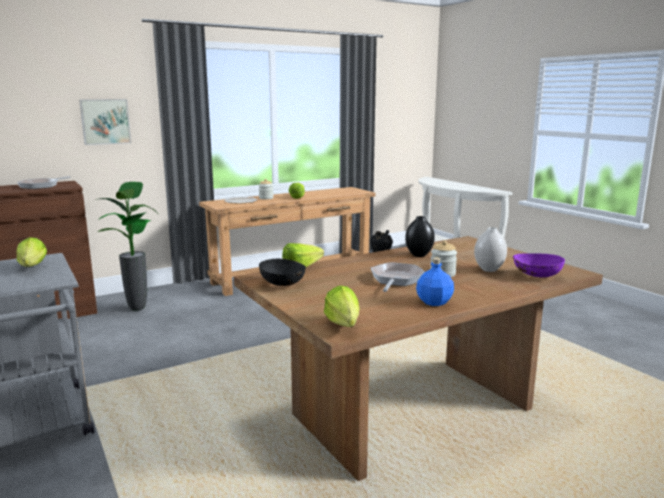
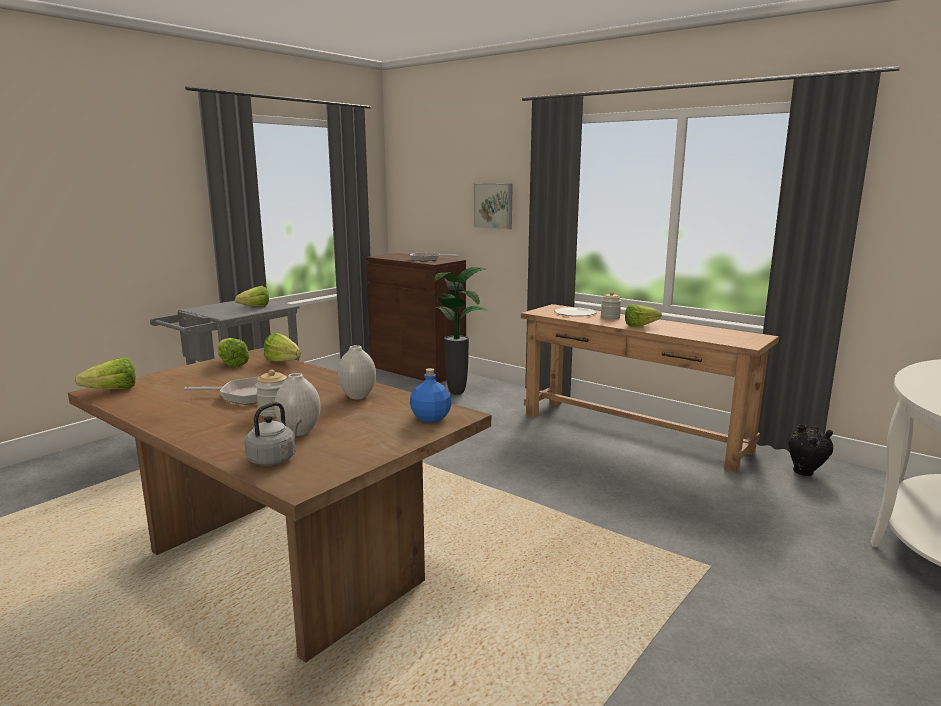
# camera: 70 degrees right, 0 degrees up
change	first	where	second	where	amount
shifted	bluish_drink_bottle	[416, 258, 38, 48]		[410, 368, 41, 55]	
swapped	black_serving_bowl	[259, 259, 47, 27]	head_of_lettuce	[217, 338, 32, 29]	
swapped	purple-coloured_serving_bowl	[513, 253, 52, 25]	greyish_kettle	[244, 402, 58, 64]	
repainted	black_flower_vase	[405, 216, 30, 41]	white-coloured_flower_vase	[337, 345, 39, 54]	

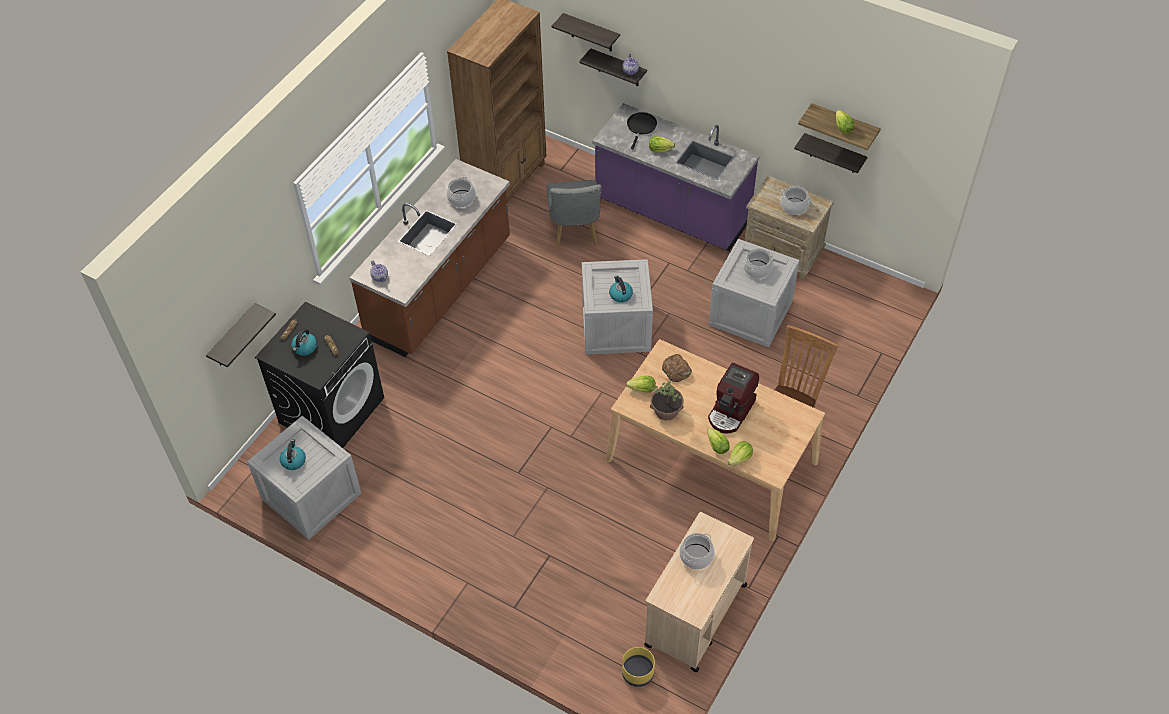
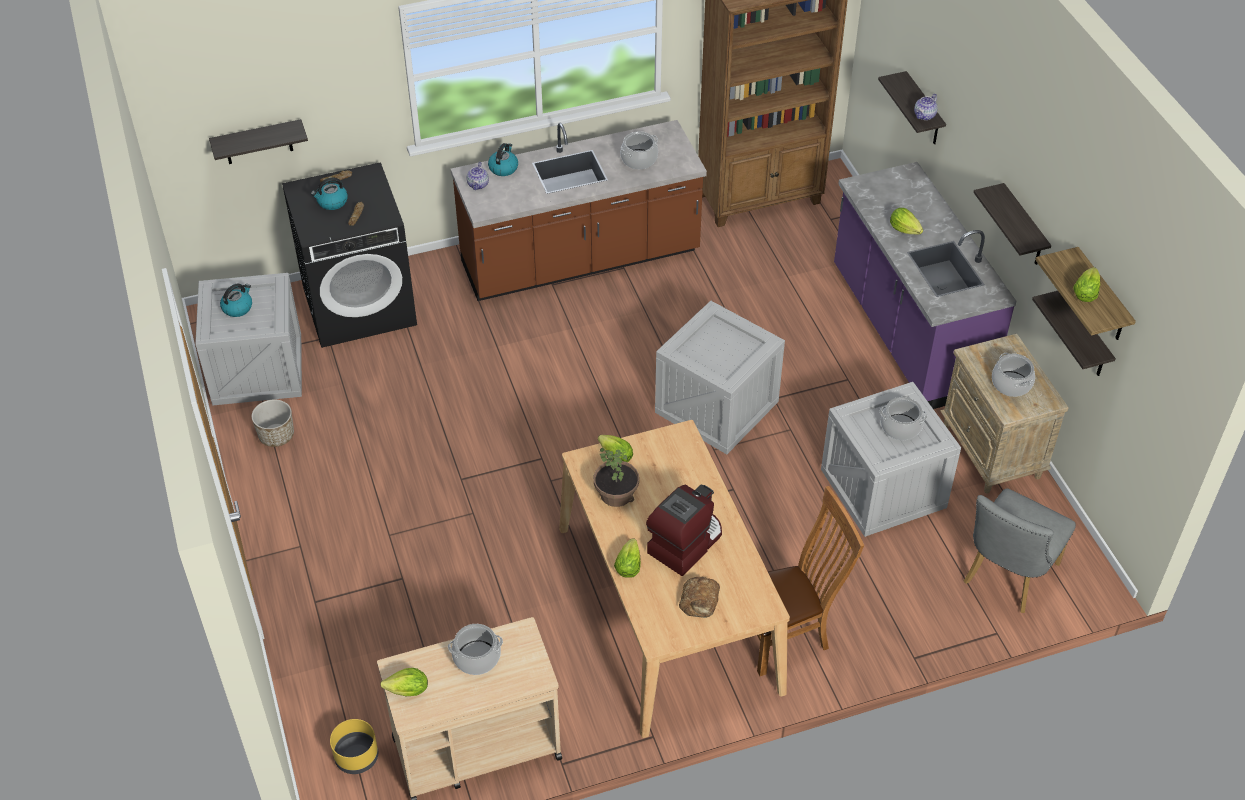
# camera: 40 degrees right, 5 degrees down
change	first	where	second	where	amount
gone	black_frying_pan	[627, 112, 30, 37]			
new			planter	[251, 399, 43, 48]	
shifted	greyish_chair	[547, 180, 55, 69]		[964, 488, 112, 125]	
shifted	wall_shelf	[552, 13, 68, 38]		[973, 183, 78, 82]	
shifted	kettle	[609, 276, 24, 26]		[488, 143, 30, 33]	
shifted	bakery_bread	[662, 354, 30, 28]		[679, 577, 41, 41]	
shifted	head_of_lettuce	[728, 441, 25, 24]		[380, 668, 48, 28]	
rotated	coffee_machine	[708, 363, 51, 71]		[646, 484, 76, 92]	150 degrees clockwise

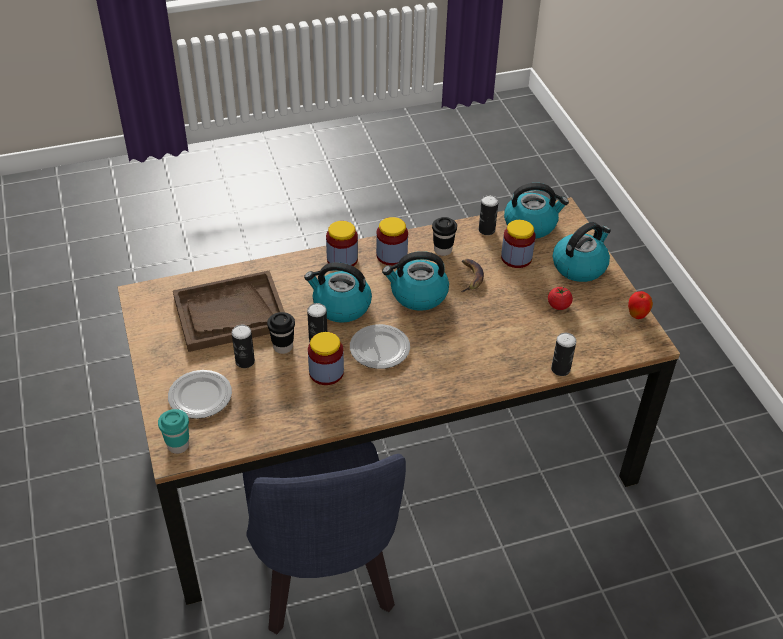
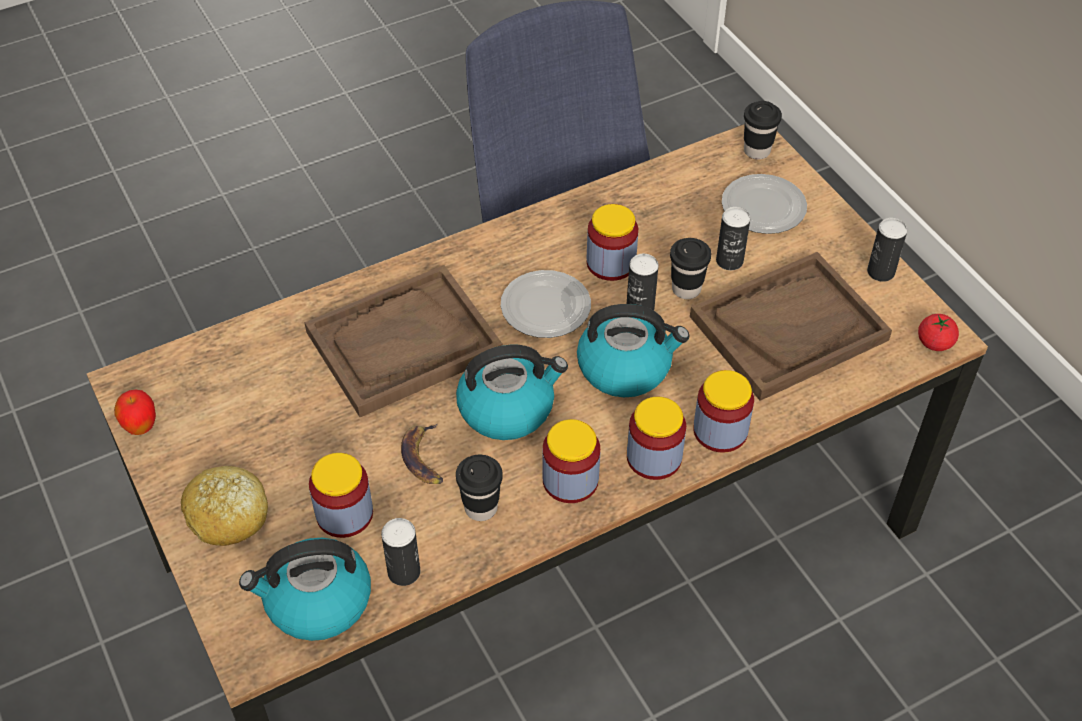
# camera: 170 degrees right, 5 degrees up
change	first	where	second	where	amount
new			brown-coloured_serving_tray	[305, 265, 198, 152]	
new			jar	[693, 370, 61, 83]	
shifted	whole_tomato	[548, 287, 25, 23]		[918, 314, 41, 37]	
shifted	sealed_can	[551, 333, 25, 43]		[867, 218, 40, 64]	
swapped	kettle	[553, 222, 58, 60]	bakery_bread	[181, 466, 87, 80]	
repainted	turquoise_small_cup	[158, 409, 31, 45]	black_small_cup	[744, 101, 38, 59]	

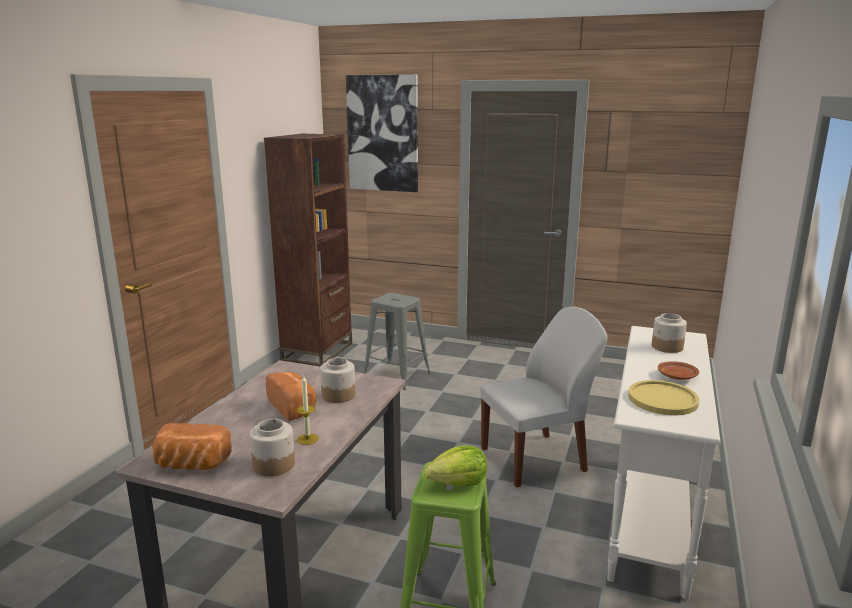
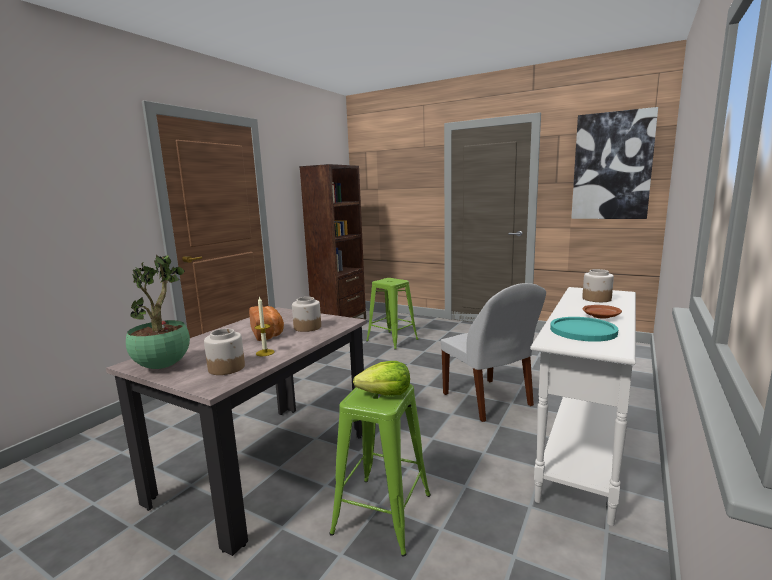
# camera: 10 degrees right, 5 degrees down
change	first	where	second	where	amount
shifted	wall_picture	[346, 75, 72, 117]		[571, 107, 87, 112]	
swapped	bakery_bread	[152, 423, 80, 47]	plant_in_a_pot	[126, 255, 64, 114]	
repainted	greyish_stool	[363, 293, 68, 97]	green-coloured_stool	[366, 278, 52, 72]	
repainted	yellow_dinner_plate	[628, 380, 71, 35]	turquoise_dinner_plate	[550, 317, 68, 25]	
rotated	white-coloured_chair	[481, 307, 127, 180]		[441, 283, 105, 139]	75 degrees clockwise

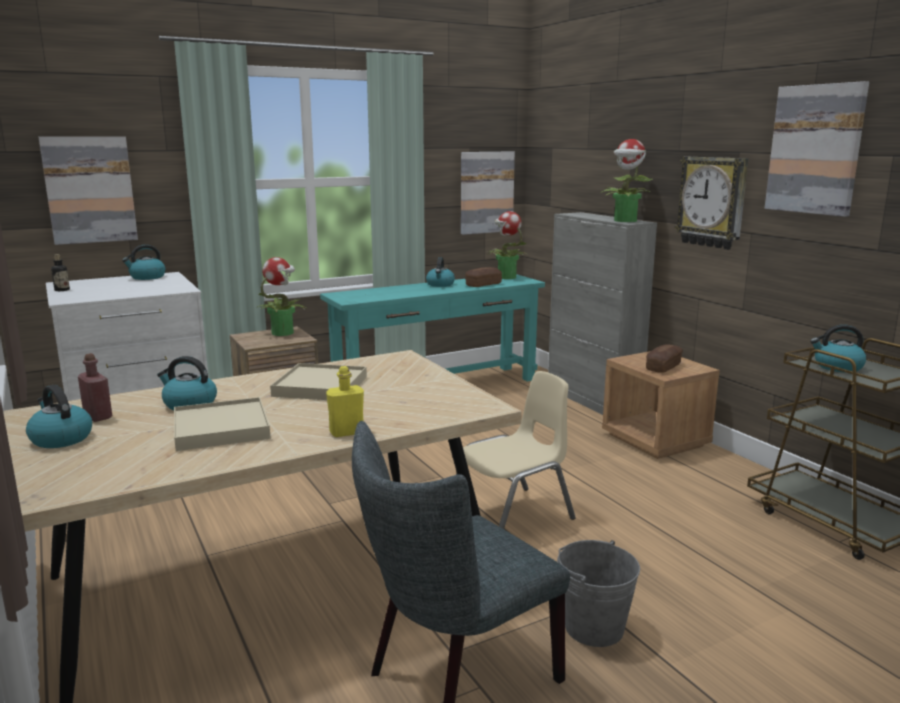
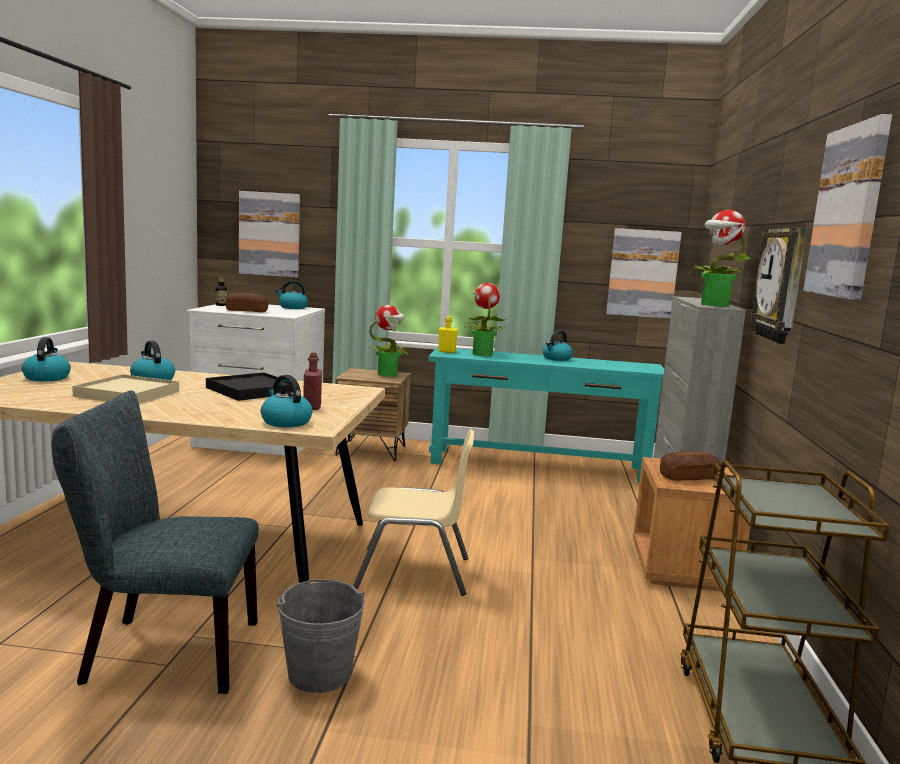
# camera: 35 degrees right, 5 degrees down
change	first	where	second	where	amount
shifted	reddish_drink_bottle	[78, 353, 34, 69]		[303, 352, 19, 58]	
shifted	yellow_drink_bottle	[326, 366, 38, 71]		[438, 316, 20, 37]	
shifted	bakery_bread	[465, 267, 37, 20]		[226, 293, 43, 19]	
shifted	plant_in_a_pot	[487, 211, 41, 68]		[465, 283, 39, 73]	
shifted	kettle	[810, 324, 56, 48]		[261, 375, 52, 53]	
repainted	sand-coloured_serving_tray	[270, 363, 97, 37]	black_serving_tray	[206, 372, 87, 29]	

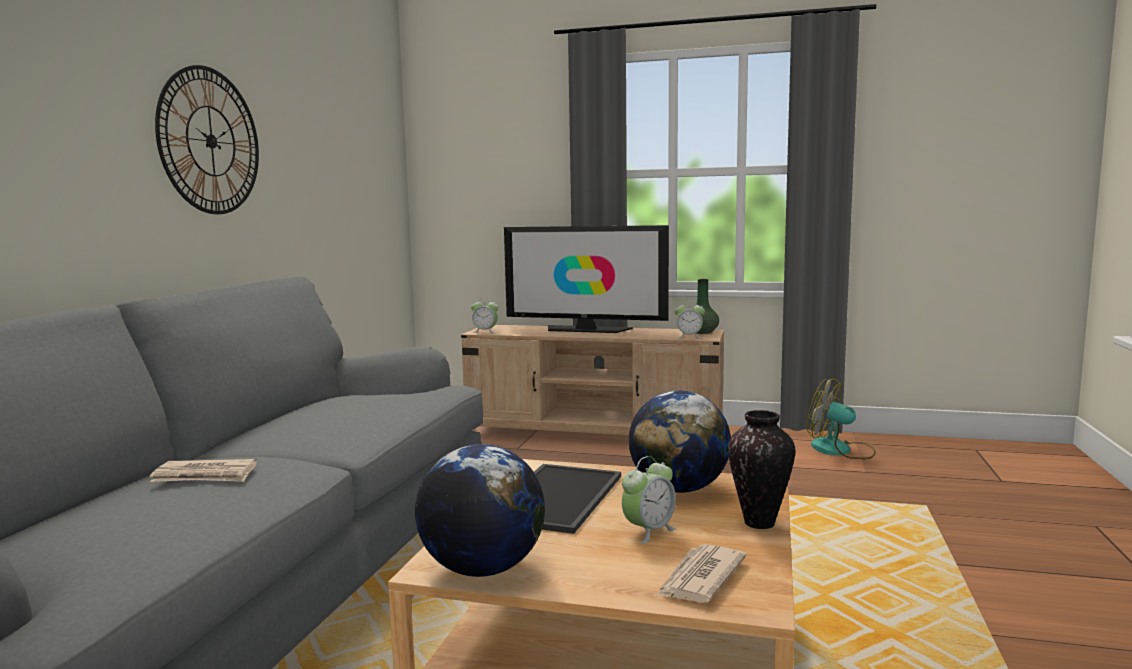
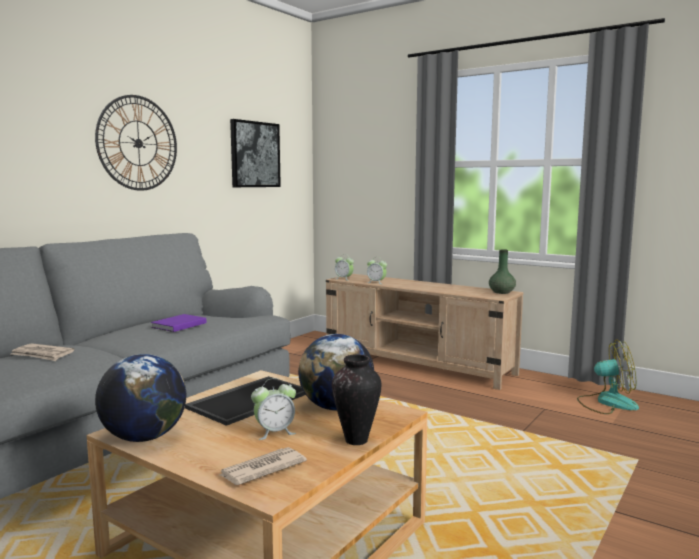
# camera: 20 degrees right, 0 degrees up
change	first	where	second	where	amount
gone	TV	[504, 225, 165, 108]			
new			purple-coloured_bound_book	[151, 314, 55, 18]	
new			wall_picture	[230, 119, 51, 68]	
shifted	alarm_clock	[675, 300, 30, 38]		[367, 259, 20, 25]	
rotated	electric_fan	[806, 378, 70, 81]		[577, 339, 62, 75]	135 degrees clockwise

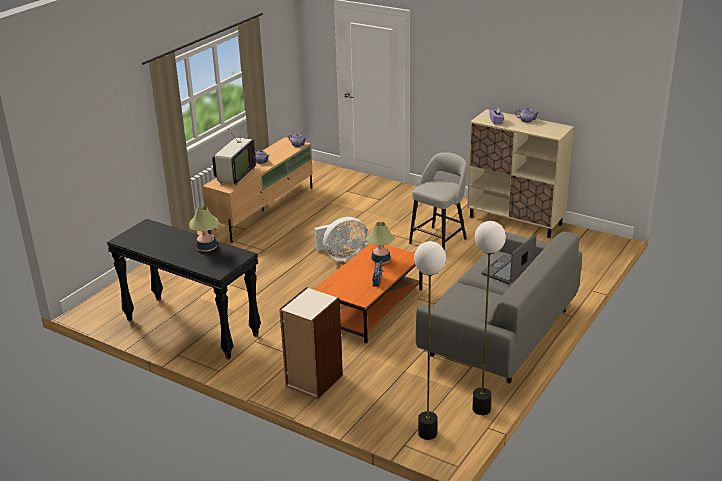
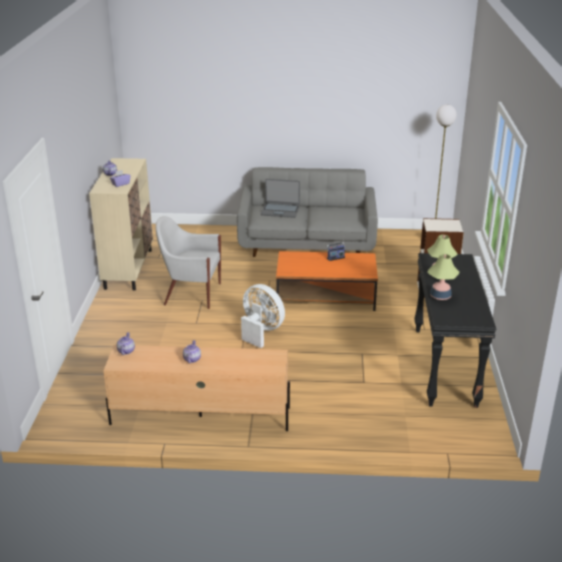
# camera: 120 degrees left, 0 degrees up
change	first	where	second	where	amount
gone	TV	[212, 116, 44, 70]			
gone	standard_lamp	[472, 221, 34, 194]			
shifted	tabletop_lamp	[366, 222, 29, 42]		[427, 254, 32, 46]	
swapped	greyish_stool	[409, 152, 58, 99]	white-coloured_armchair	[156, 216, 65, 93]	

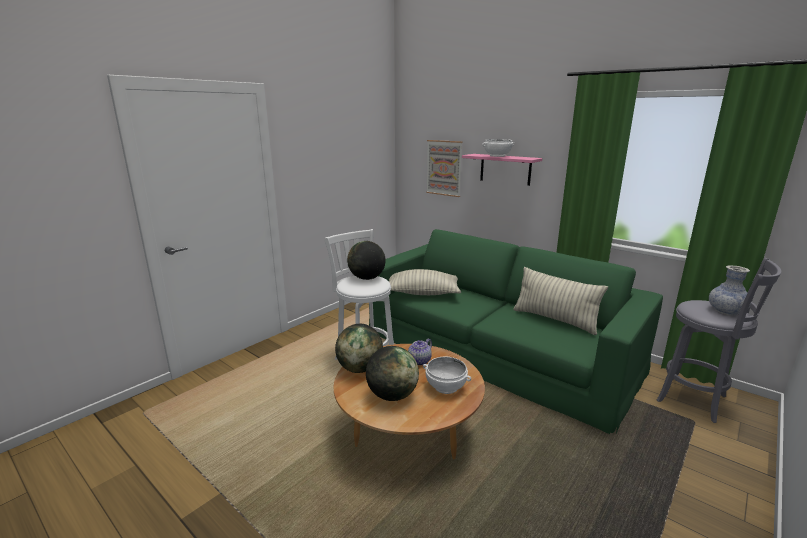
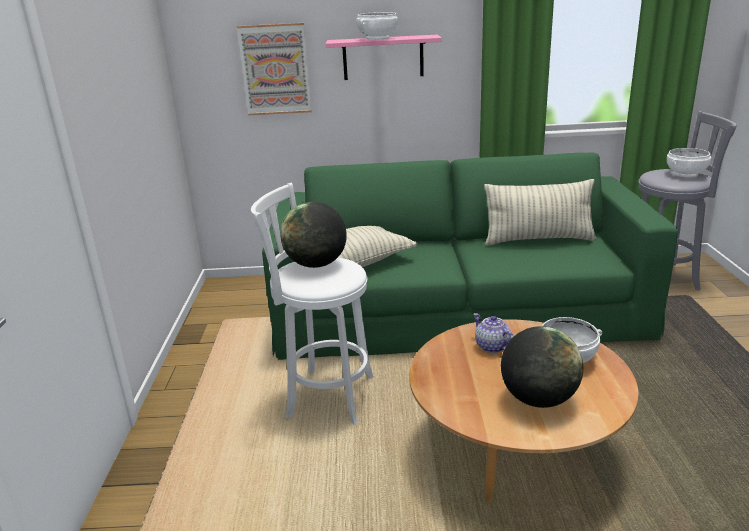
# camera: 40 degrees left, 5 degrees up
change	first	where	second	where	amount
gone	globe	[335, 324, 48, 49]			
swapped	flower_vase	[709, 265, 42, 50]	white-coloured_serving_bowl	[667, 148, 44, 30]	
rotated	teapot	[408, 338, 24, 27]		[473, 313, 41, 40]	150 degrees clockwise

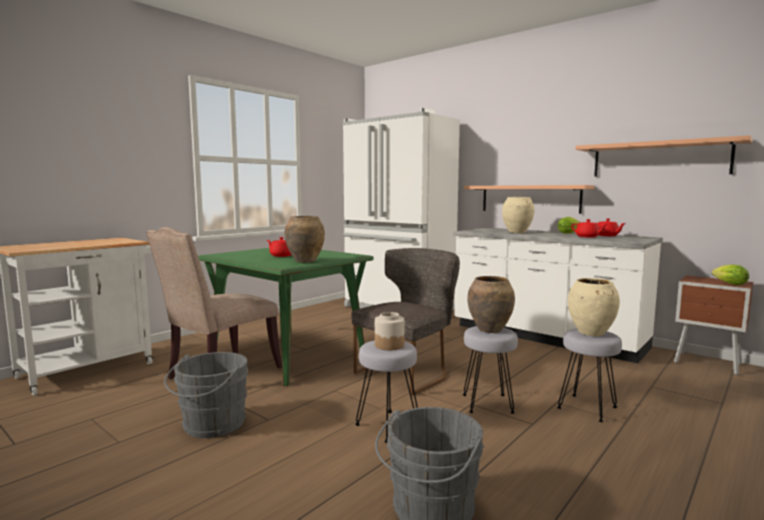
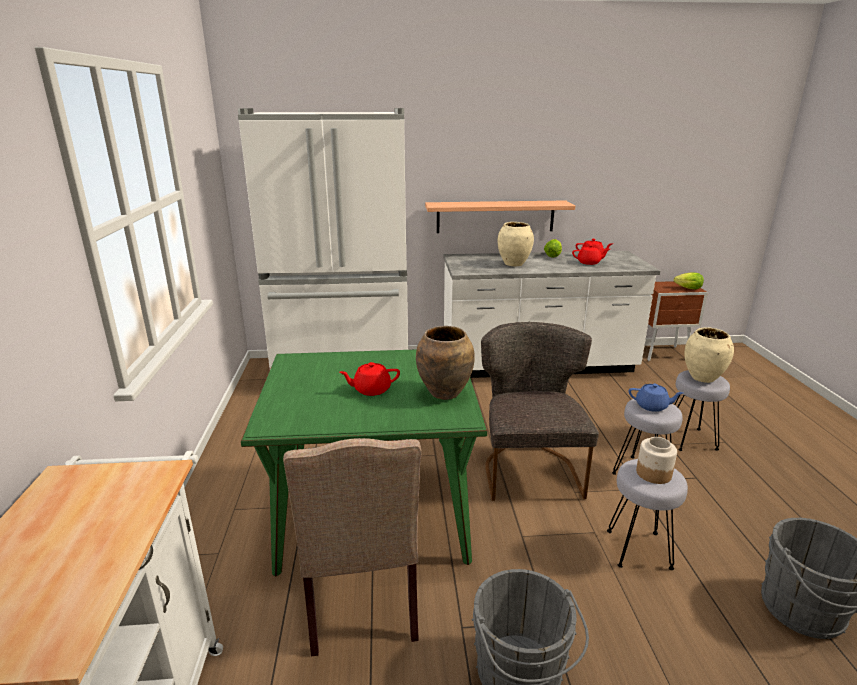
# camera: 45 degrees left, 15 degrees up
change	first	where	second	where	amount
gone	wall_shelf	[576, 135, 177, 42]			
swapped	brown-coloured_flower_vase	[467, 276, 48, 57]	bluish_teapot	[629, 384, 54, 28]	

